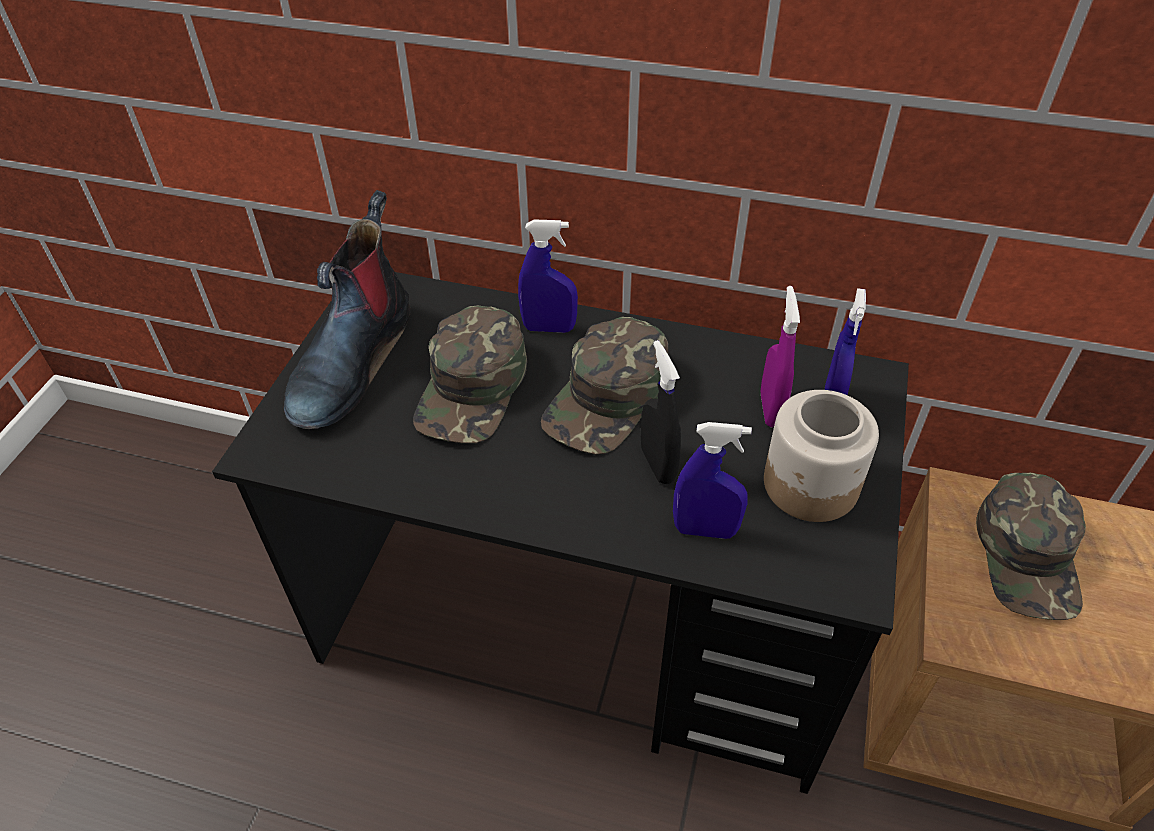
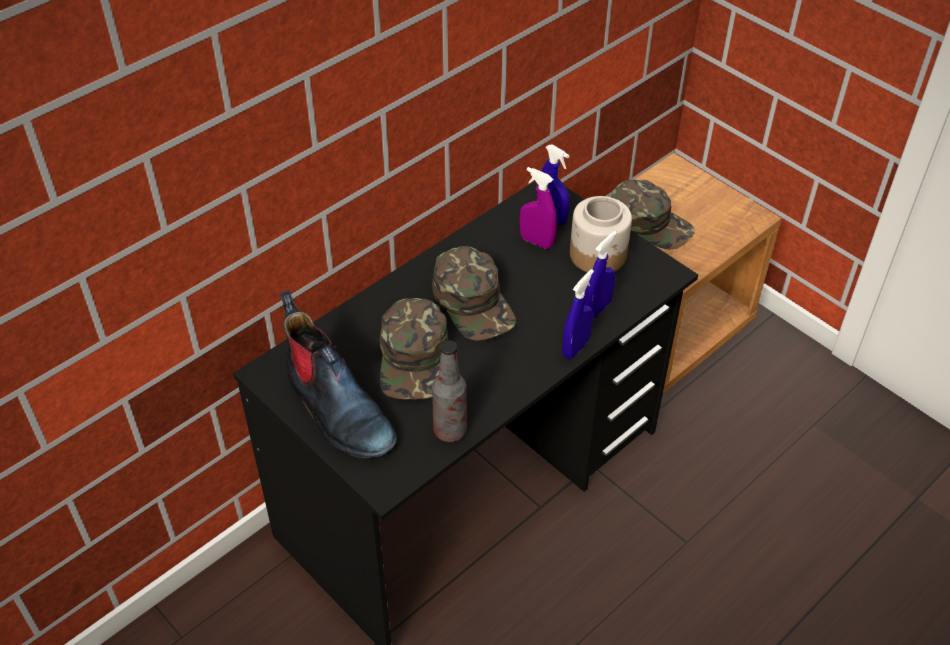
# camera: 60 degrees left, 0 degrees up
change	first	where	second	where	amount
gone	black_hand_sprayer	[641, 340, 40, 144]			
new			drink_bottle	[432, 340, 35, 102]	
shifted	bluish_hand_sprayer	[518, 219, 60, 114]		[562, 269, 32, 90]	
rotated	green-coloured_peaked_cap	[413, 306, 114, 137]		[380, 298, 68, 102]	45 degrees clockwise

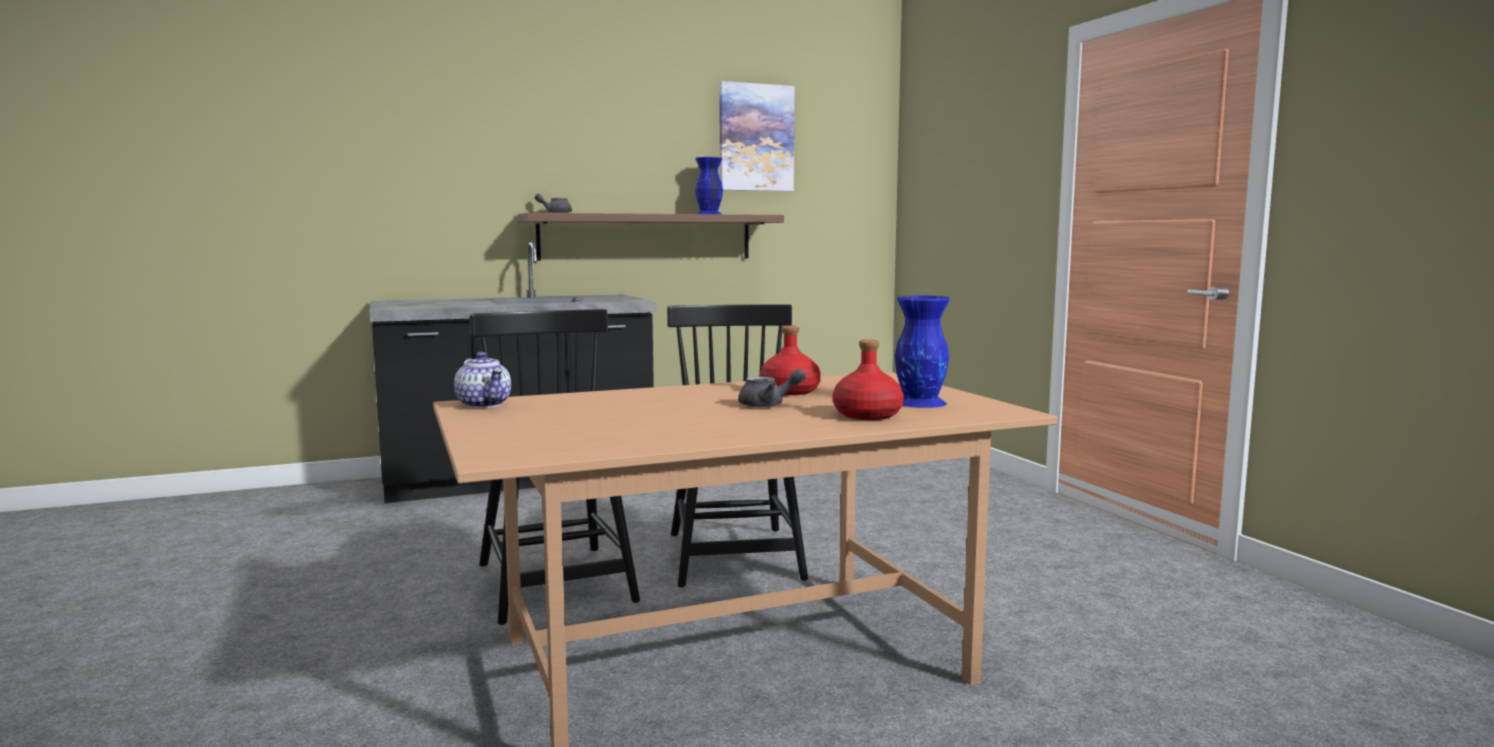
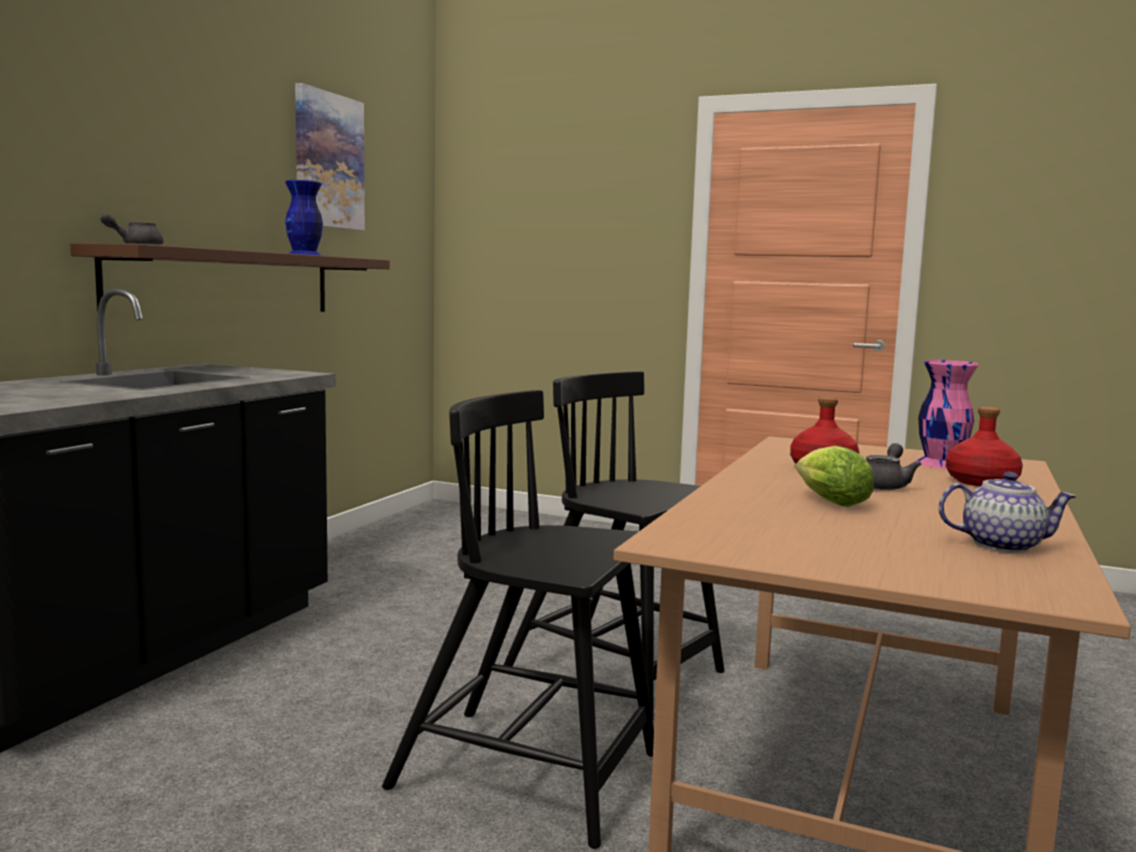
# camera: 45 degrees left, 0 degrees up
change	first	where	second	where	amount
new			head_of_lettuce	[796, 446, 78, 61]	
shifted	teapot	[454, 352, 57, 56]		[939, 472, 138, 81]	
repainted	bluish_flower_vase	[895, 295, 55, 113]	pink_flower_vase	[916, 360, 63, 109]	

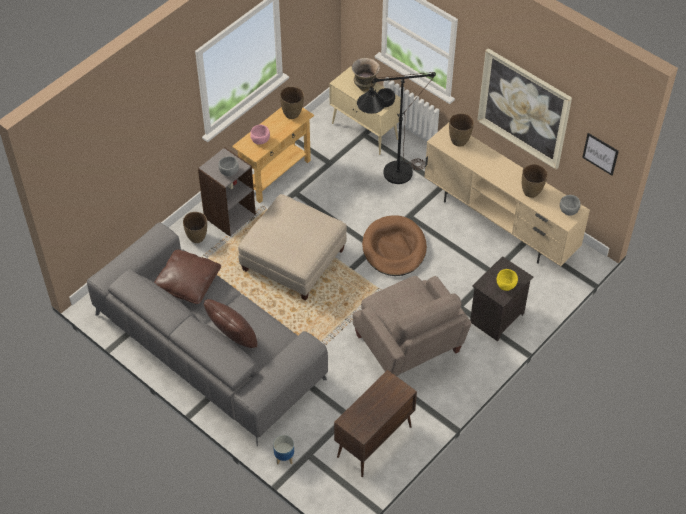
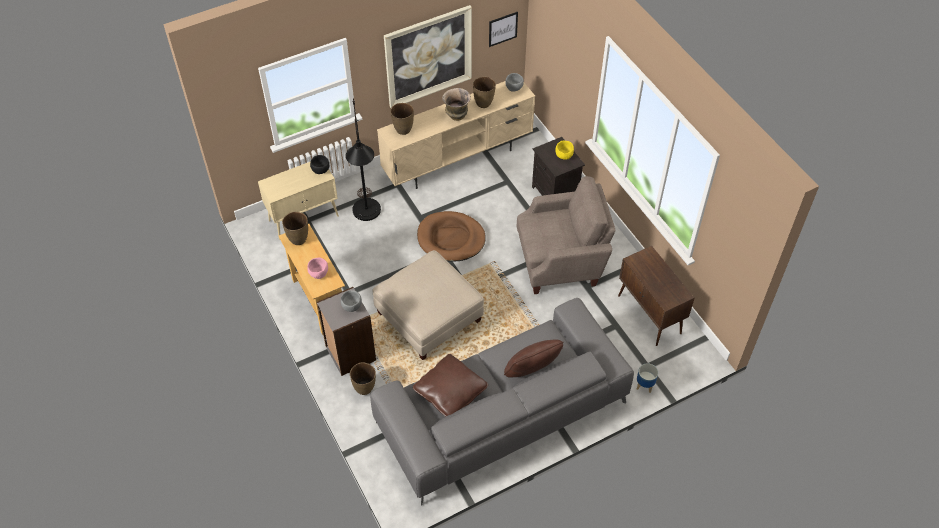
# camera: 70 degrees left, 0 degrees up
change	first	where	second	where	amount
shifted	flower_vase	[352, 58, 28, 34]		[442, 88, 29, 33]	

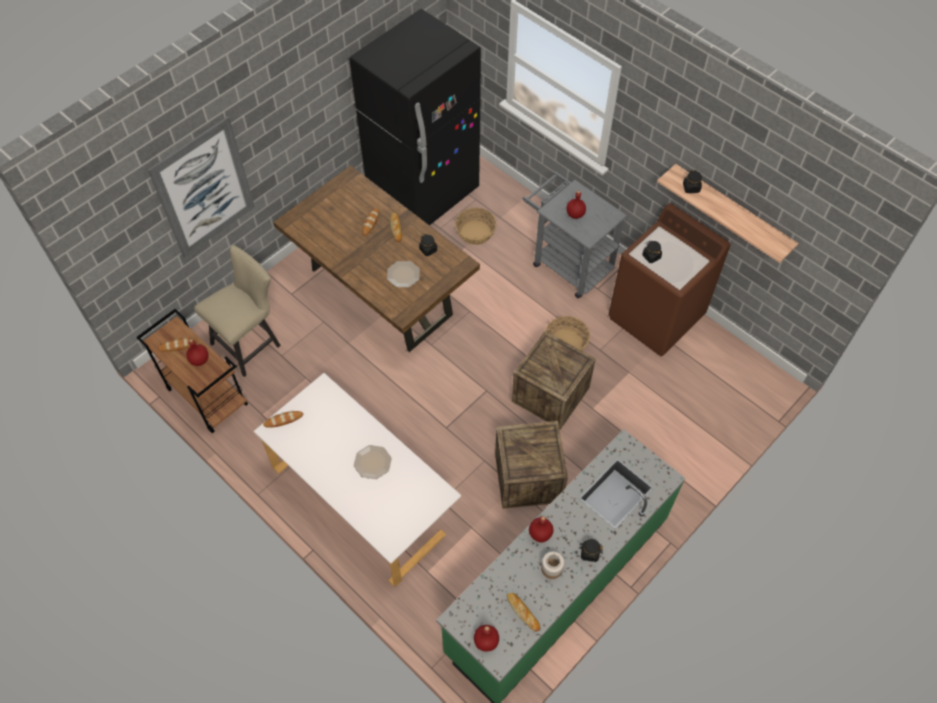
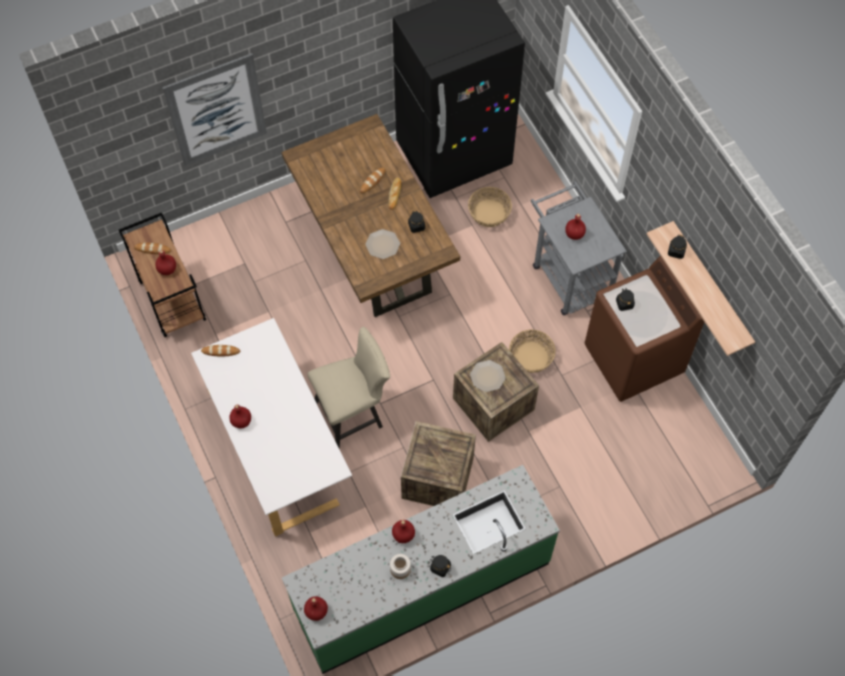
# camera: 20 degrees right, 5 degrees up
change	first	where	second	where	amount
gone	bakery_bread	[507, 593, 33, 39]			
new			reddish_drink_bottle	[229, 405, 22, 23]	
shifted	sand-coloured_chair	[194, 245, 87, 132]		[307, 326, 83, 123]	
shifted	dinner_plate	[354, 445, 38, 34]		[470, 360, 36, 32]	

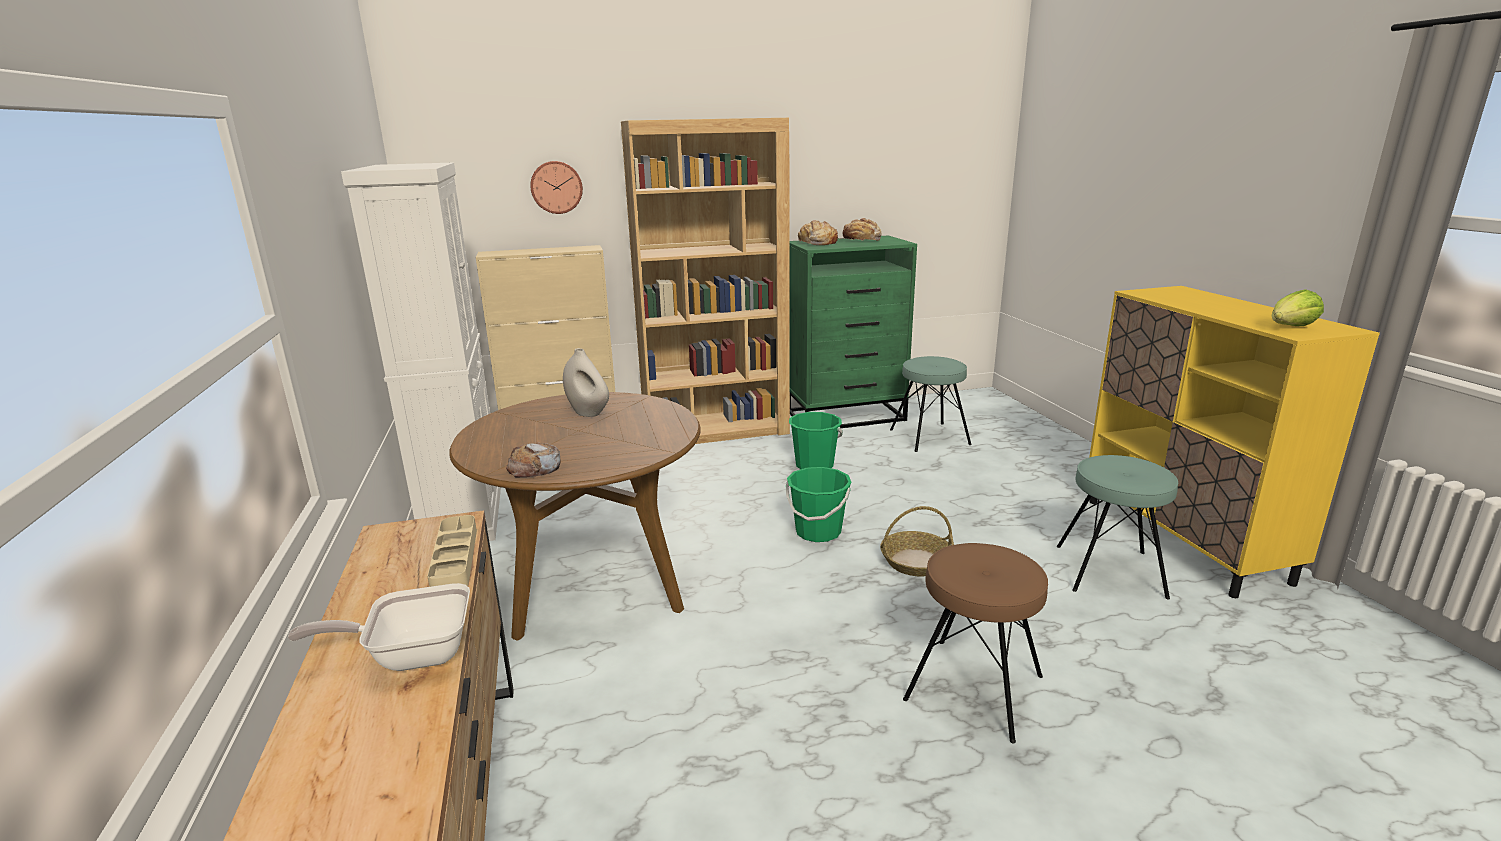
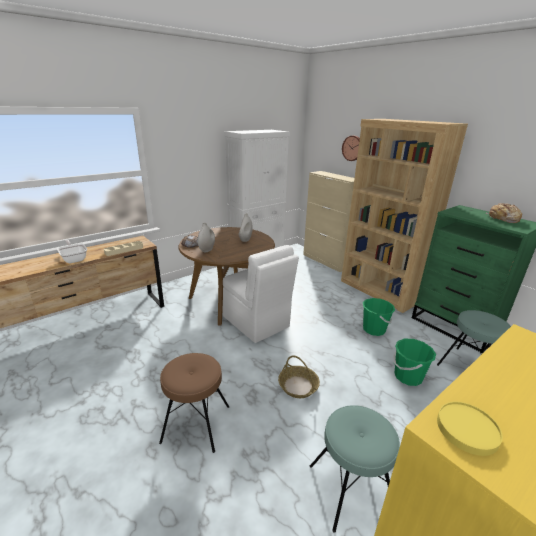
# camera: 65 degrees right, 5 degrees up
change	first	where	second	where	amount
gone	bakery_bread	[798, 220, 40, 25]			
new			white-coloured_flower_vase	[197, 223, 18, 29]	
new			white-coloured_chair	[222, 245, 77, 98]	
shifted	green-coloured_pail	[786, 467, 66, 75]		[393, 338, 43, 48]	
swapped	head_of_lettuce	[1272, 289, 52, 37]	yellow_dinner_plate	[437, 402, 66, 54]	

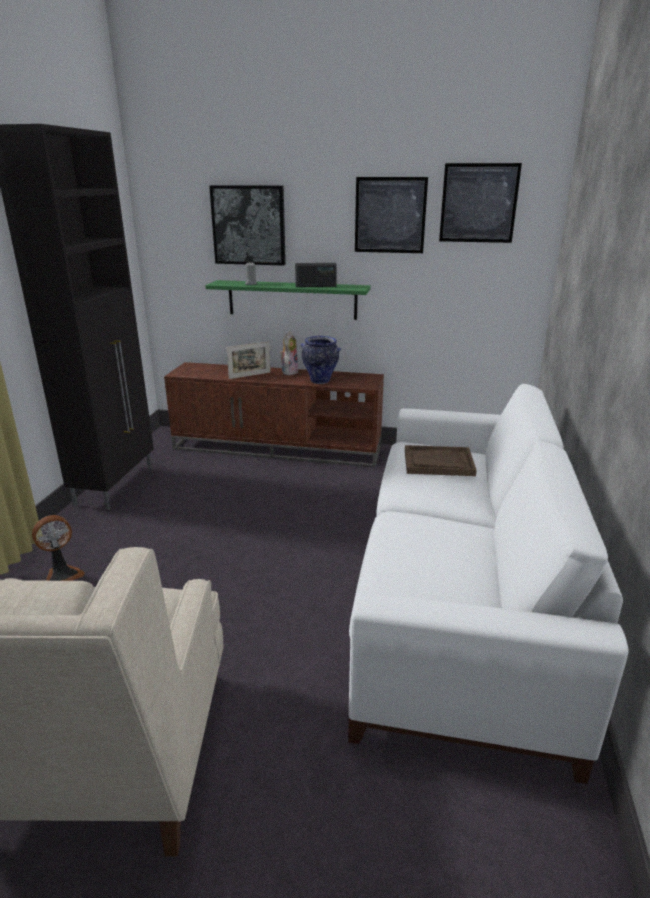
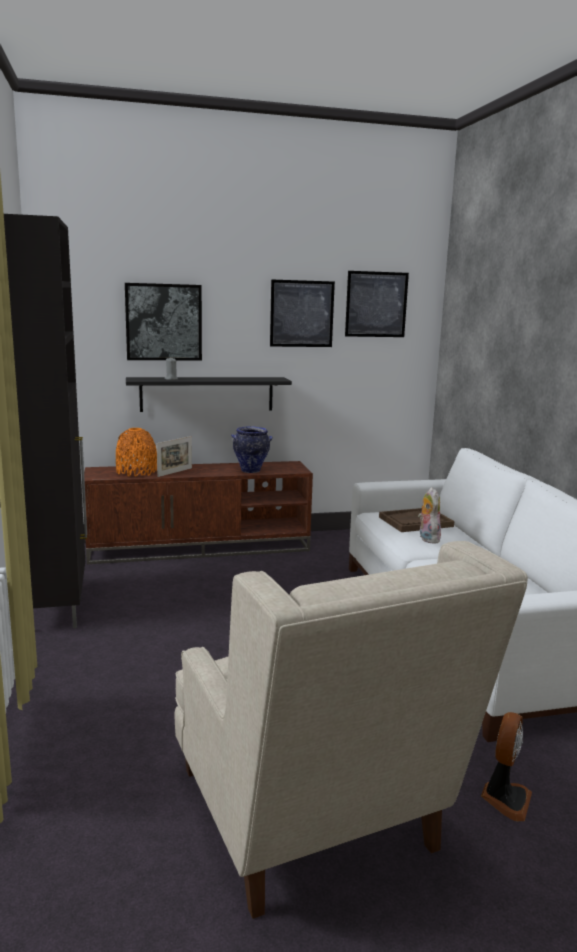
# camera: 25 degrees left, 10 degrees down
change	first	where	second	where	amount
gone	radio_set	[295, 263, 42, 24]			
new			orange_flower_vase	[116, 428, 41, 49]	
shifted	electric_fan	[32, 515, 53, 66]		[481, 712, 51, 109]	
shifted	soft_toy	[280, 331, 18, 44]		[418, 487, 23, 57]	
repainted	green-coloured_wall_shelf	[205, 280, 166, 40]	black_wall_shelf	[126, 377, 166, 35]	

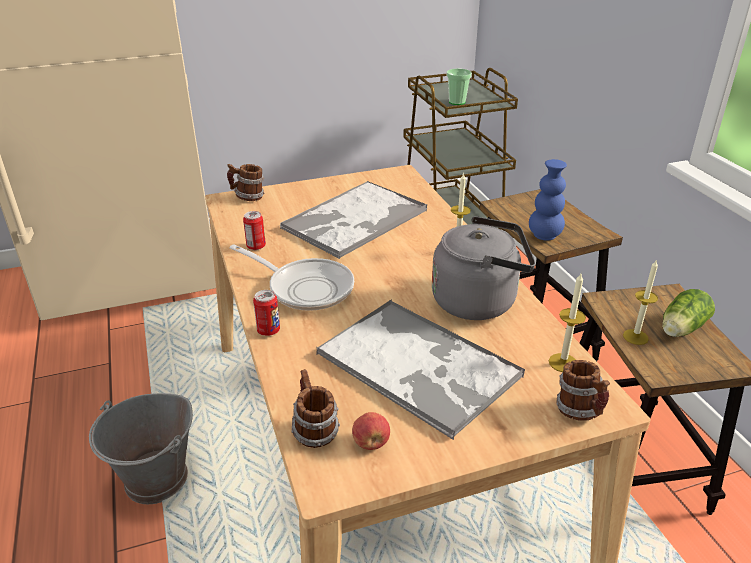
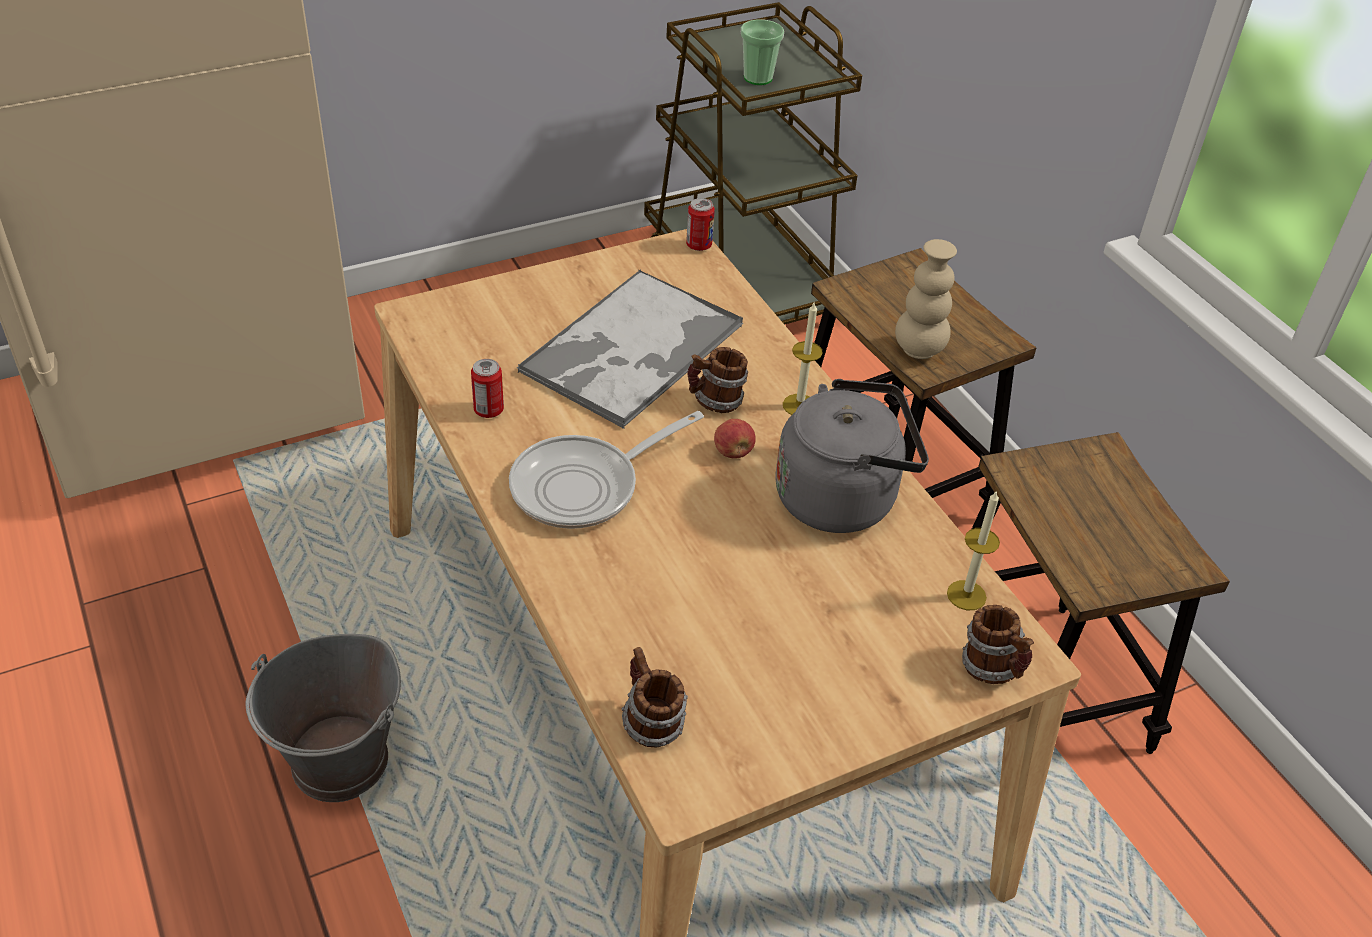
# camera: 10 degrees left, 10 degrees up
change	first	where	second	where	amount
gone	serving_tray	[316, 299, 209, 141]			
gone	candle	[623, 259, 35, 86]			
gone	head_of_lettuce	[662, 289, 53, 48]			
shifted	tea_mug	[227, 164, 37, 37]		[688, 347, 60, 66]	
shifted	sealed_can	[253, 290, 27, 46]		[686, 198, 29, 53]	
shifted	whole_apple	[352, 412, 38, 38]		[714, 419, 42, 40]	
repainted	bluish_flower_vase	[529, 159, 38, 81]	sand-coloured_flower_vase	[895, 239, 62, 120]	
rotated	frying_pan	[230, 244, 124, 67]		[509, 411, 195, 118]	120 degrees clockwise

